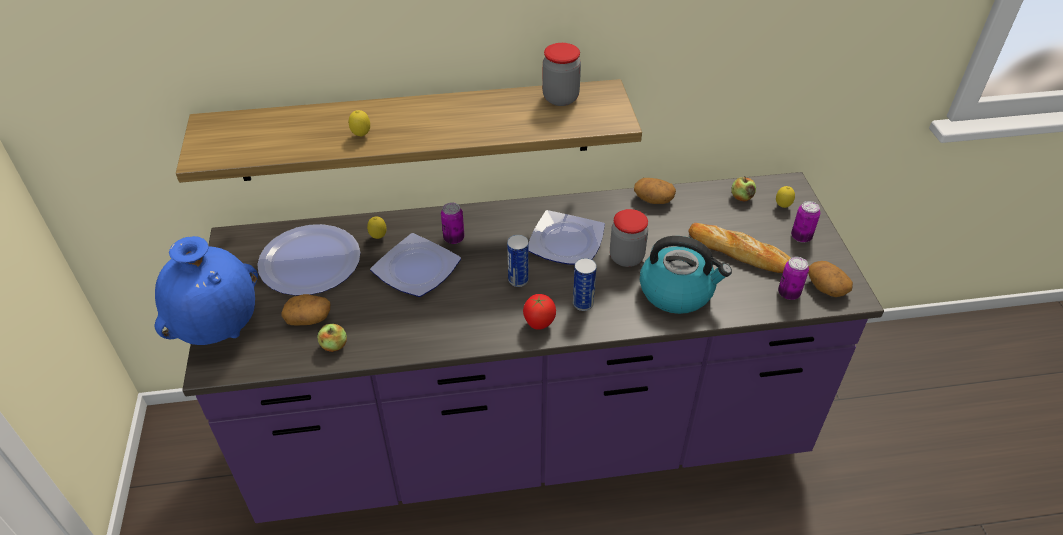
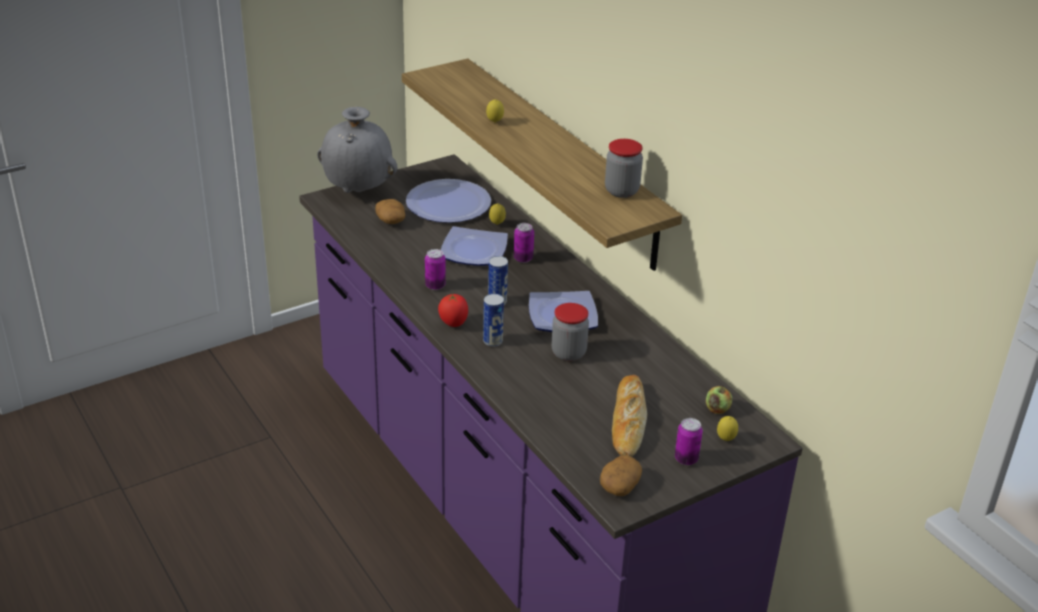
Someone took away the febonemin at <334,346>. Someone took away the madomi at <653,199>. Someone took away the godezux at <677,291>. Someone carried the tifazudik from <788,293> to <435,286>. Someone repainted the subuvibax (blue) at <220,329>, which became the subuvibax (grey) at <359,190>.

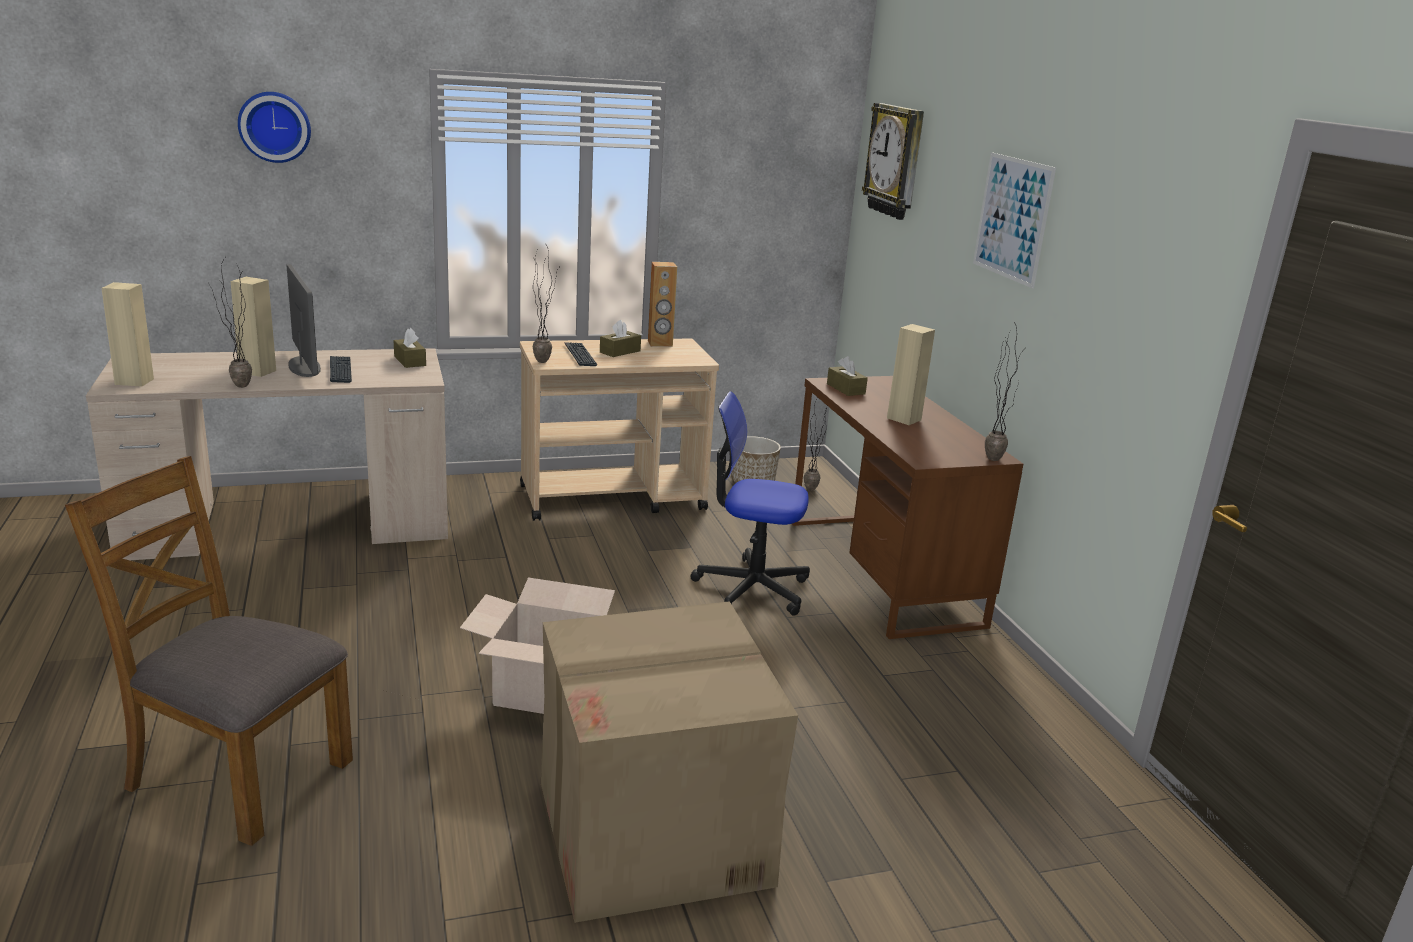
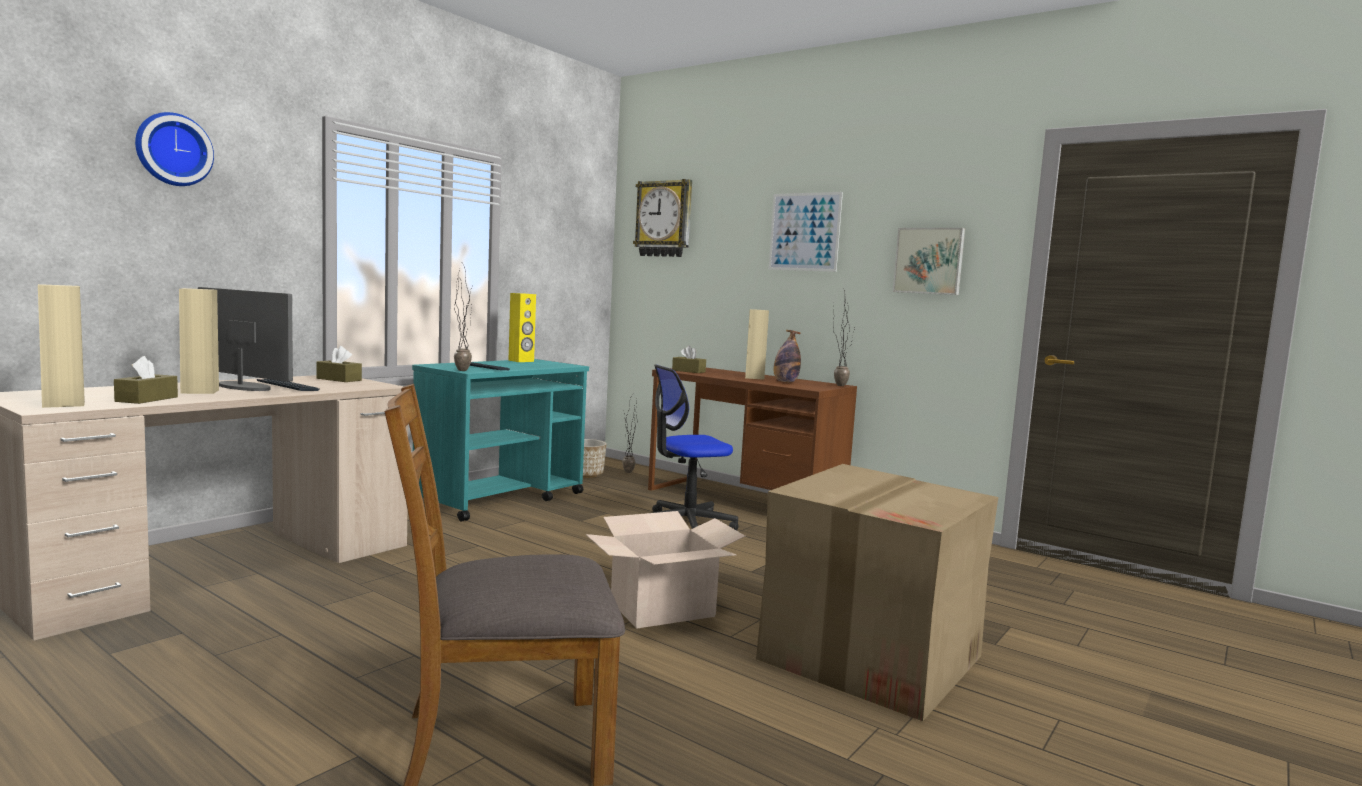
Someone took away the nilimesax at <236,388>. Someone put down the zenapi at <785,382>. Someone put up the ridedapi at <929,261>. Someone carried the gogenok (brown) from <620,351> to <147,399>. Someone repainted the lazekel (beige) at <614,498>, which became the lazekel (turquoise) at <501,498>. Someone repainted the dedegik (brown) at <660,343>, which became the dedegik (yellow) at <521,361>.

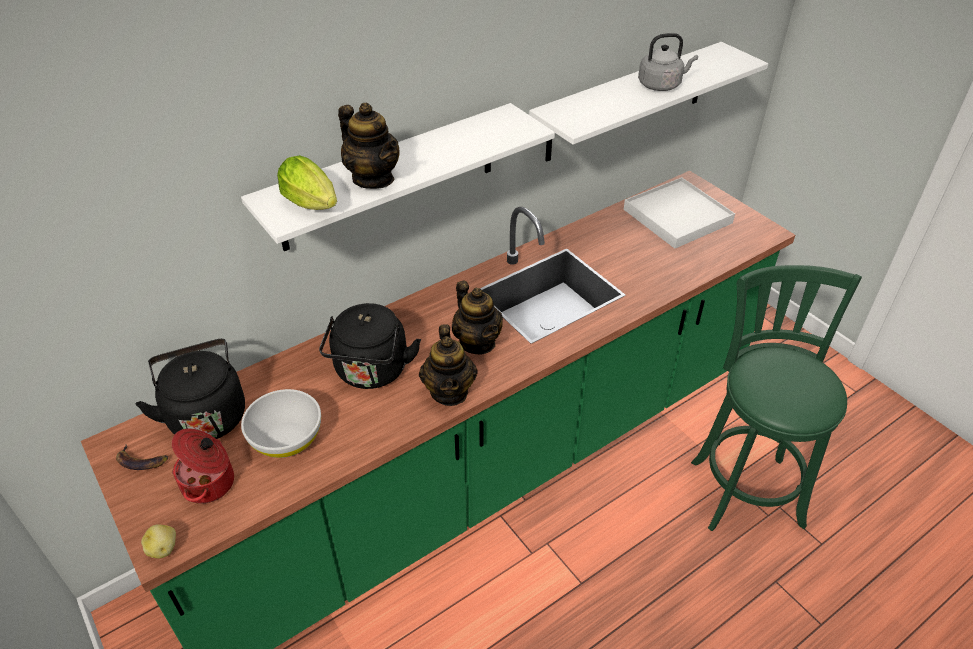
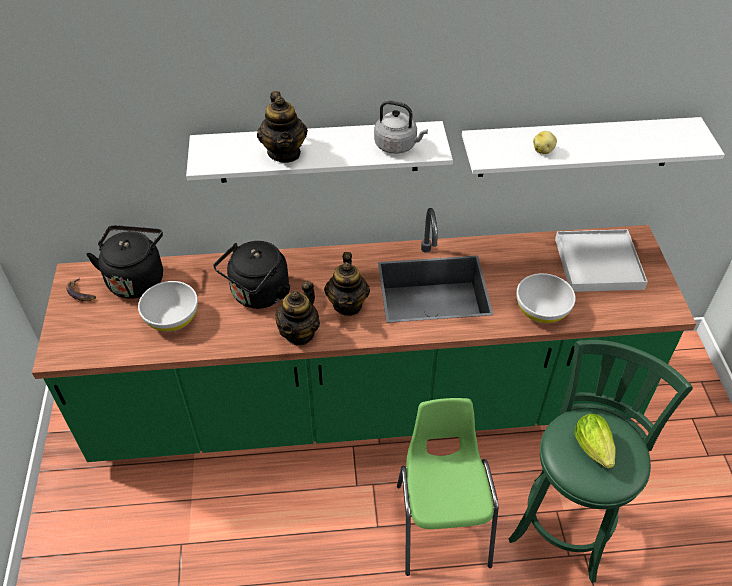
Someone took away the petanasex at <210,483>. Someone put down the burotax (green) at <441,524>. Someone put down the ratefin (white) at <541,310>. Someone carried the madomi from <163,548> to <543,150>. Someone carried the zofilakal from <313,205> to <594,451>. Someone carried the godezux (grey) from <661,85> to <397,146>.

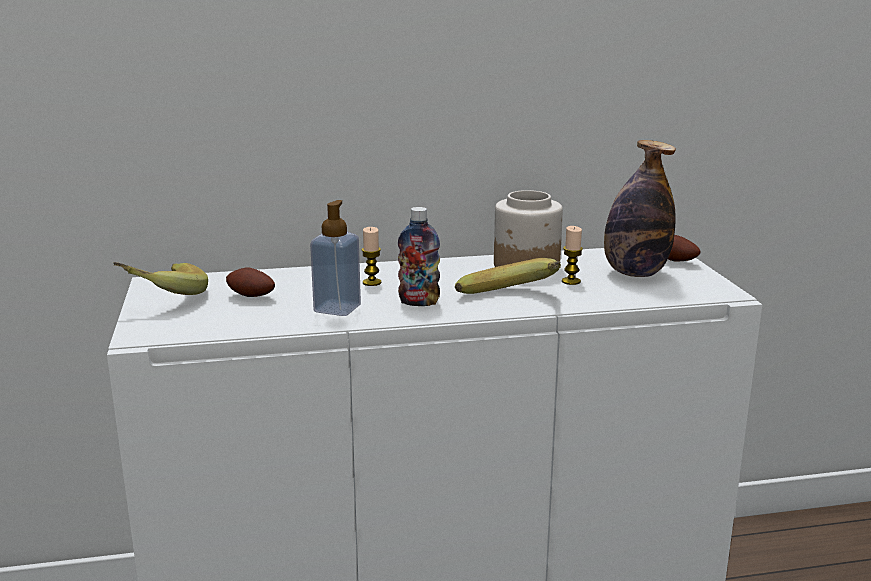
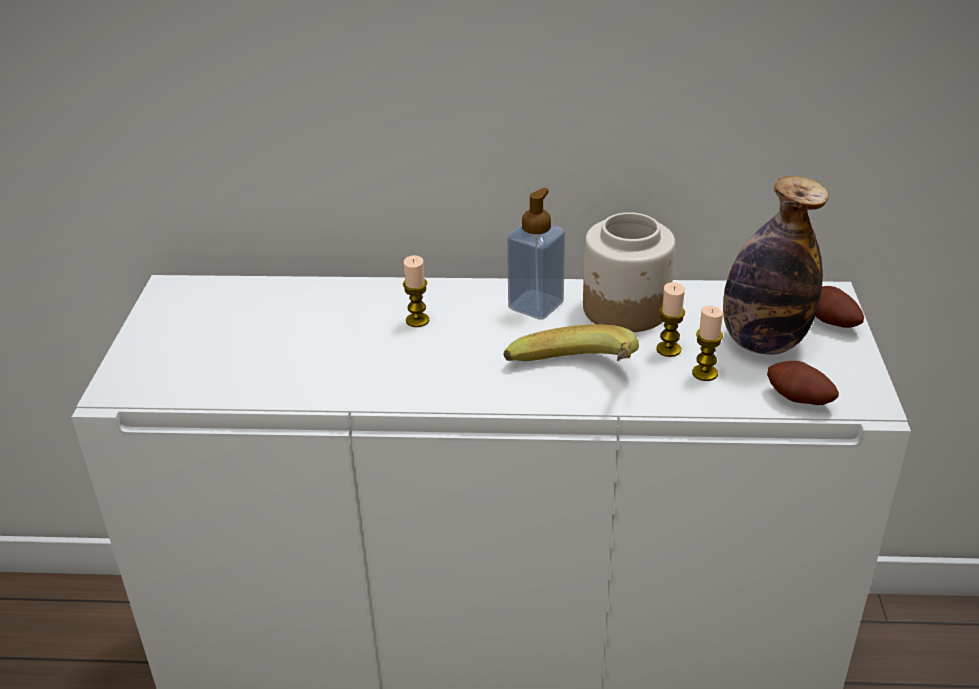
Someone took away the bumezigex at <162,297>. Someone took away the zenapi at <419,302>. Someone put down the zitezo at <705,373>. Someone carried the madomi from <250,297> to <798,400>. Someone carried the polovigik from <337,308> to <536,305>.

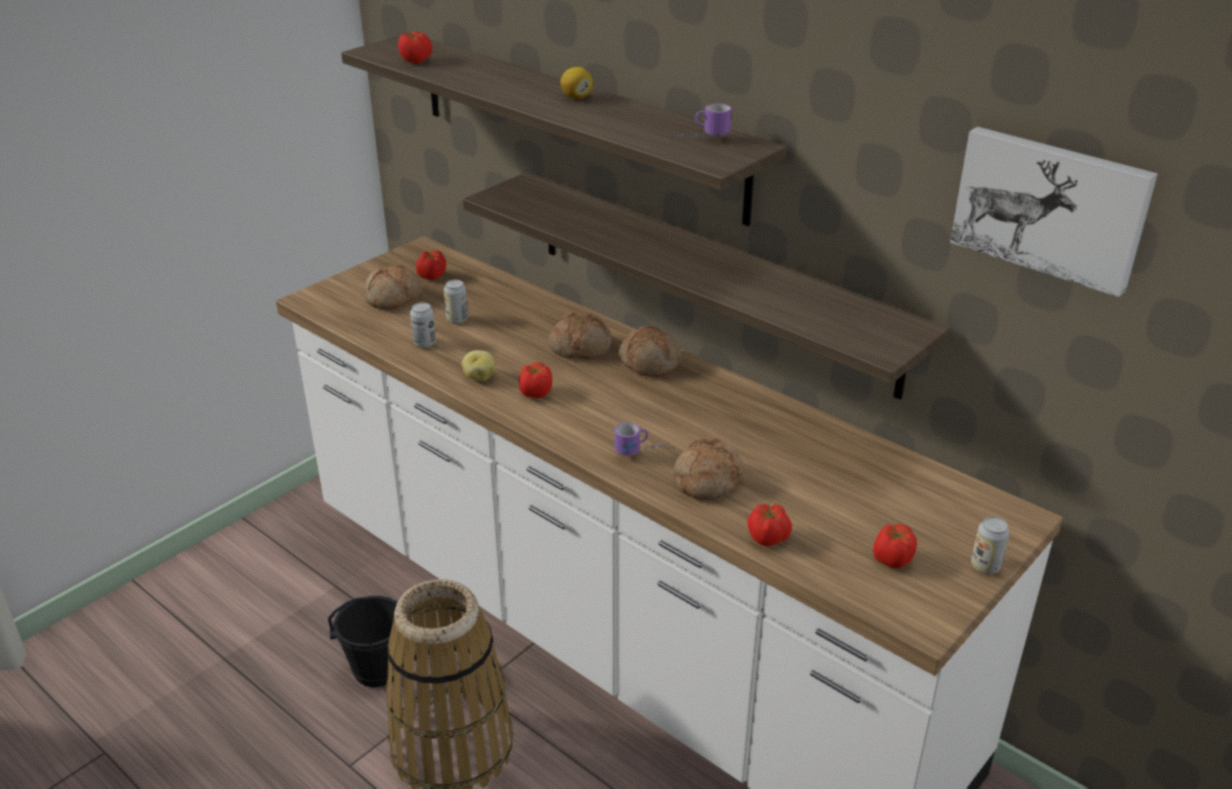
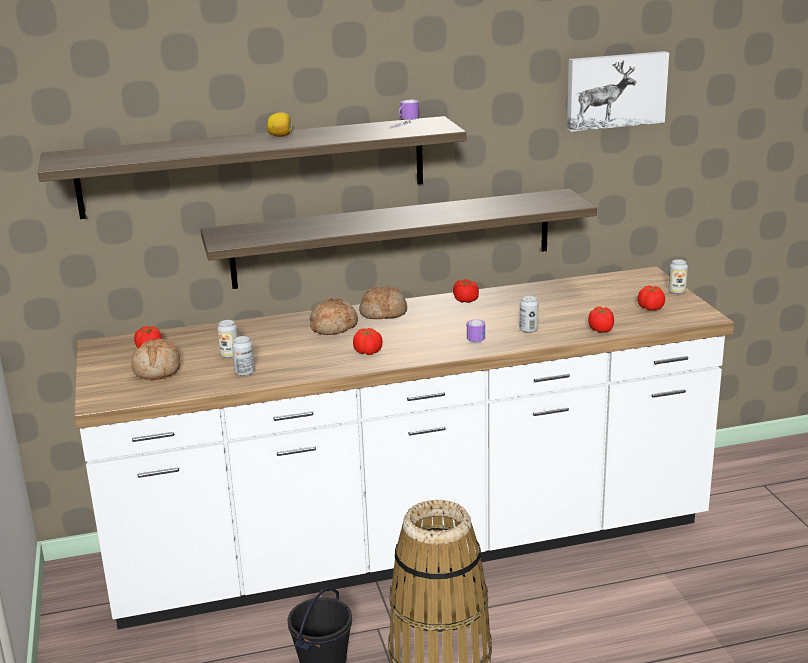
Someone took away the madomi at <479,377>. Someone carried the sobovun from <416,61> to <466,301>. Someone swapped the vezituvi at <707,479> for the tifazudik at <528,330>.

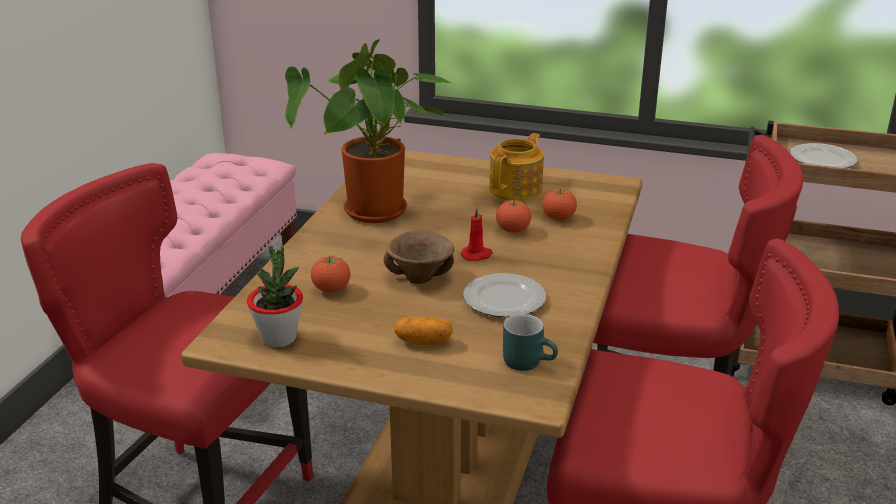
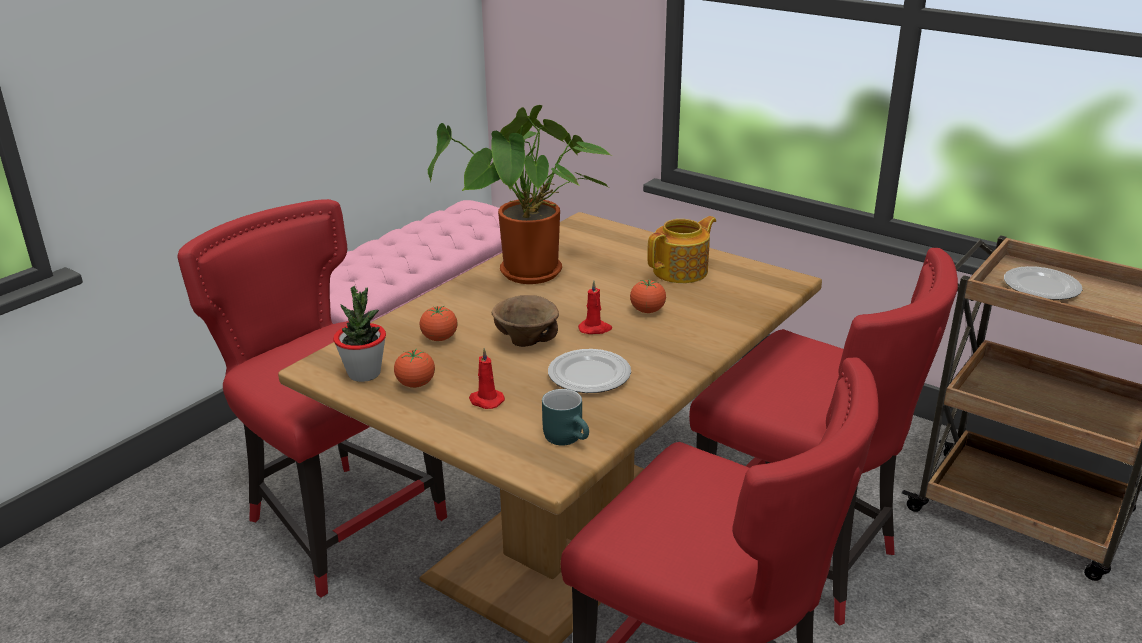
Someone carried the sobovun from <558,218> to <416,384>. Someone swapped the madomi at <423,342> for the zitezo (red) at <485,400>.

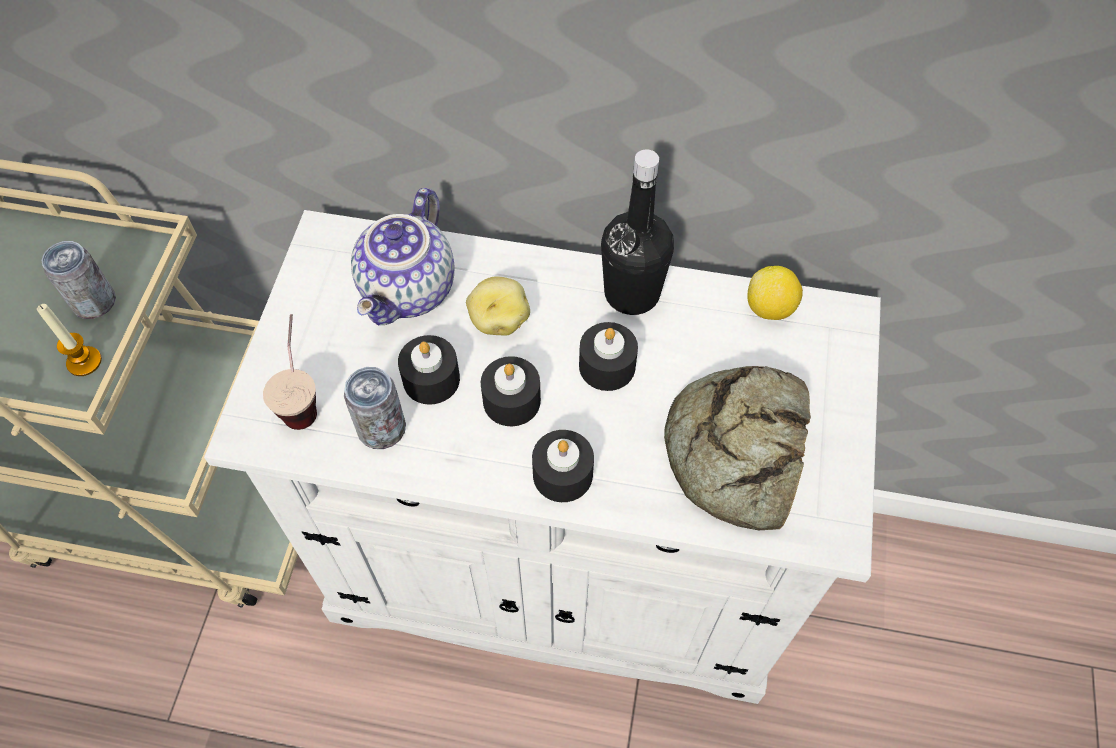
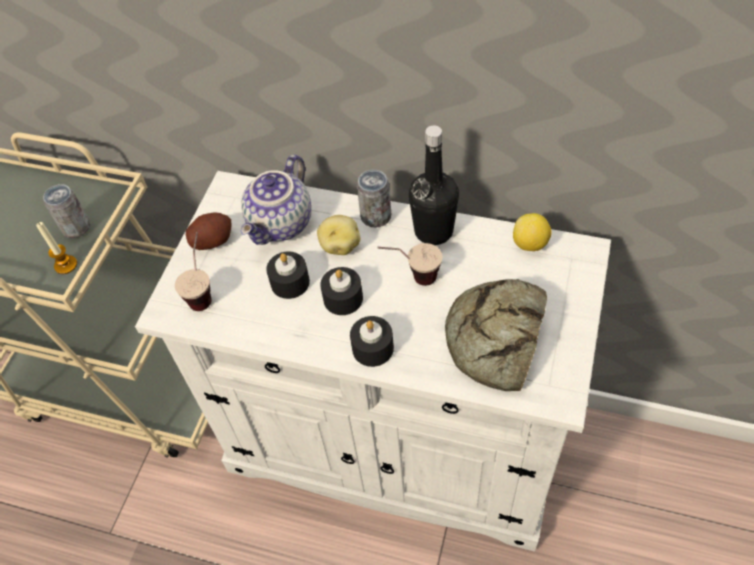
Someone put down the madomi at <212,240>. Someone carried the tifazudik from <381,428> to <376,216>. Someone swapped the zitezo (black) at <607,366> for the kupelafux at <411,278>.

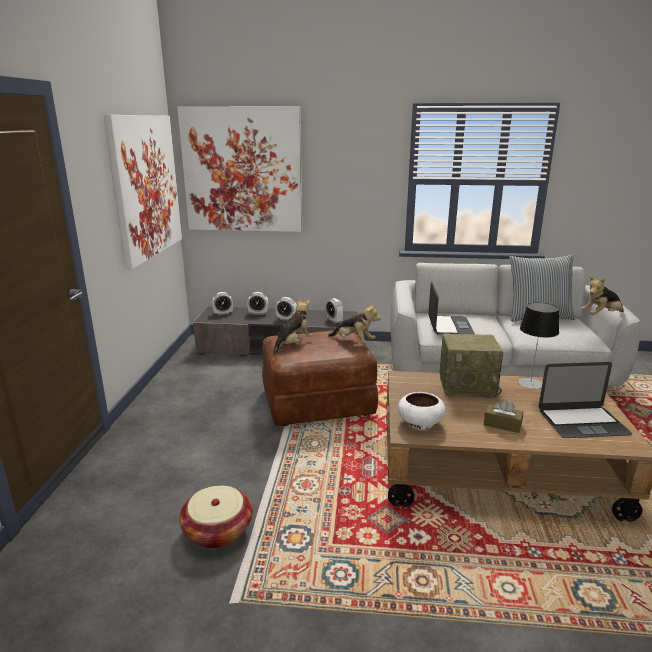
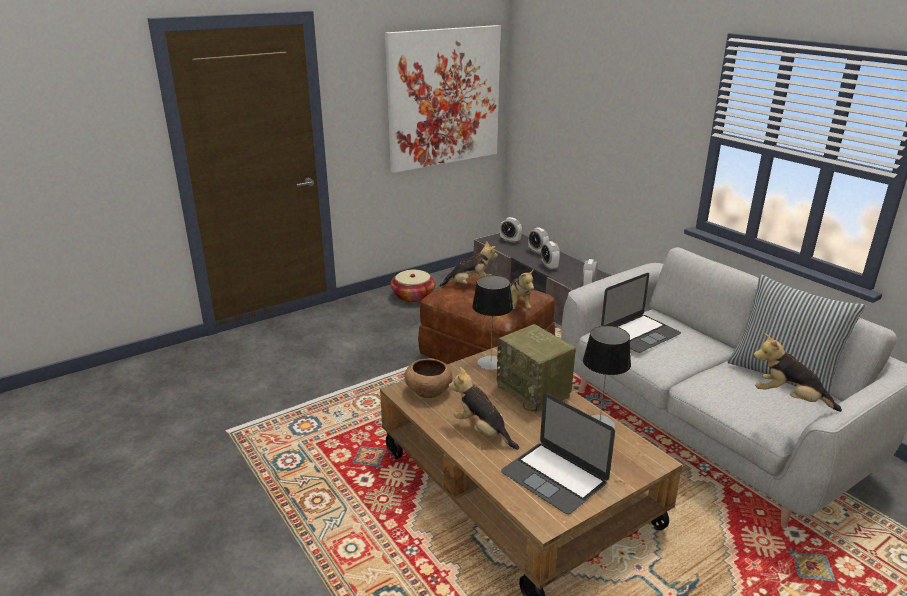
Someone took away the ridedapi at <242,170>. Someone put down the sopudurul at <491,363>. Someone carried the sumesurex from <218,531> to <413,296>. Someone swapped the gogenok (brown) at <502,424> for the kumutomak at <482,431>. Someone repainted the ratefin (white) at <419,423>, which became the ratefin (brown) at <428,390>.

